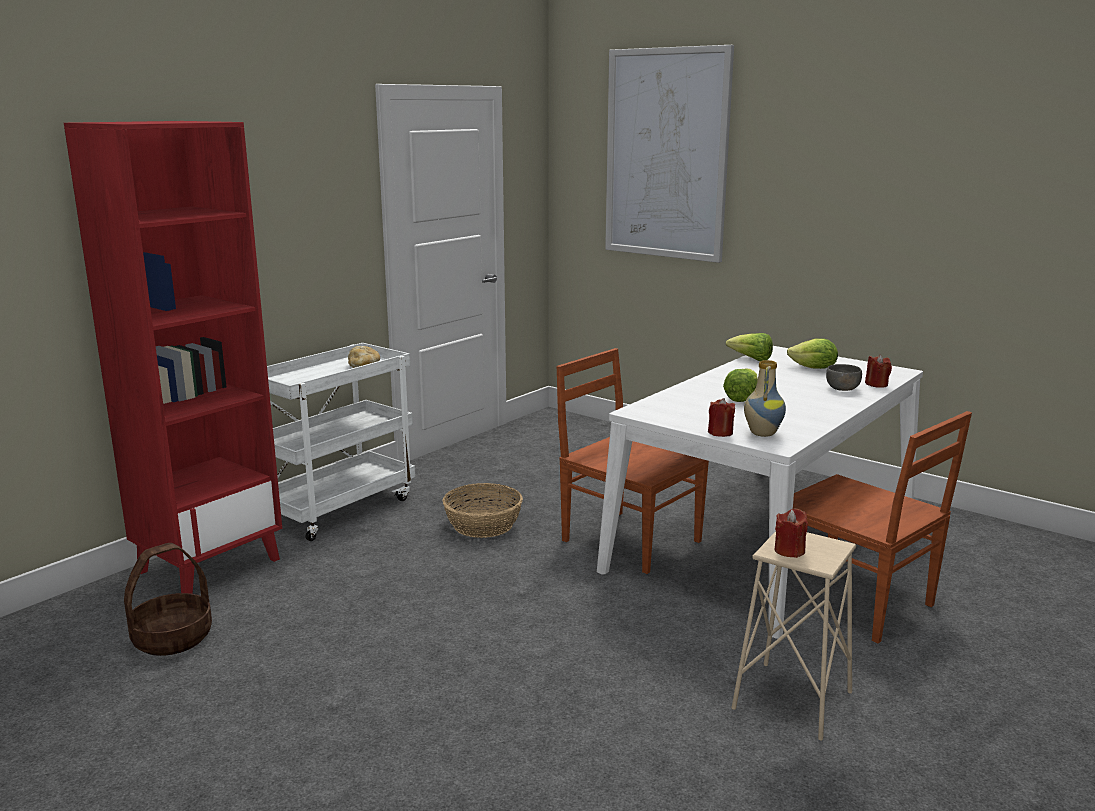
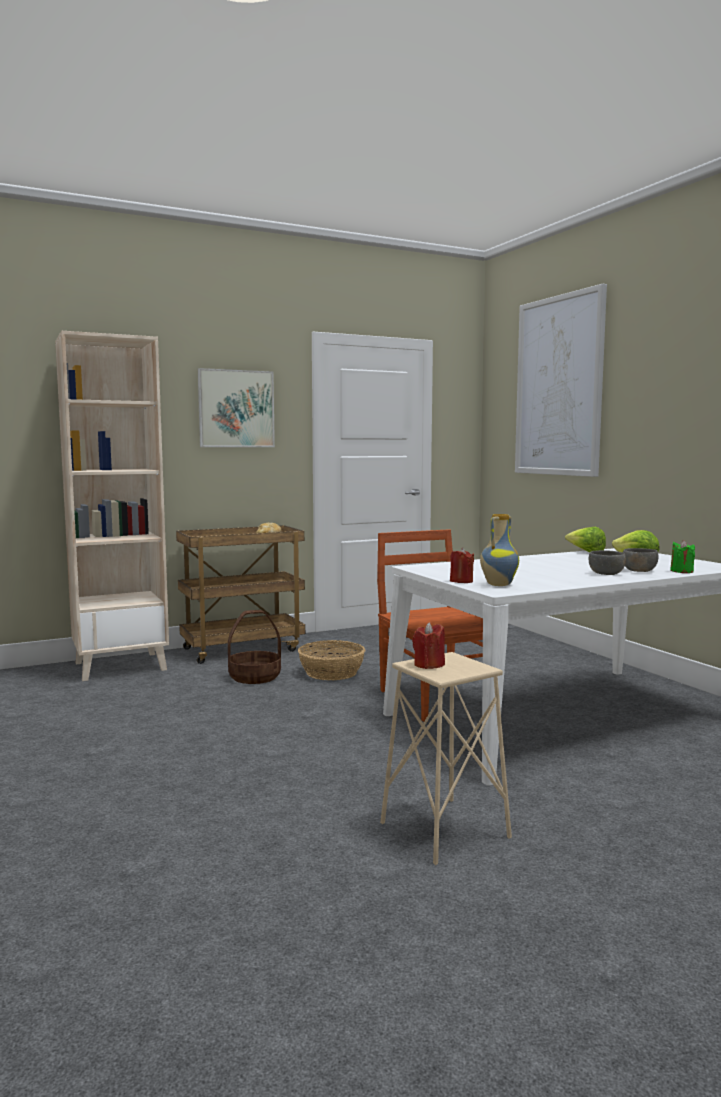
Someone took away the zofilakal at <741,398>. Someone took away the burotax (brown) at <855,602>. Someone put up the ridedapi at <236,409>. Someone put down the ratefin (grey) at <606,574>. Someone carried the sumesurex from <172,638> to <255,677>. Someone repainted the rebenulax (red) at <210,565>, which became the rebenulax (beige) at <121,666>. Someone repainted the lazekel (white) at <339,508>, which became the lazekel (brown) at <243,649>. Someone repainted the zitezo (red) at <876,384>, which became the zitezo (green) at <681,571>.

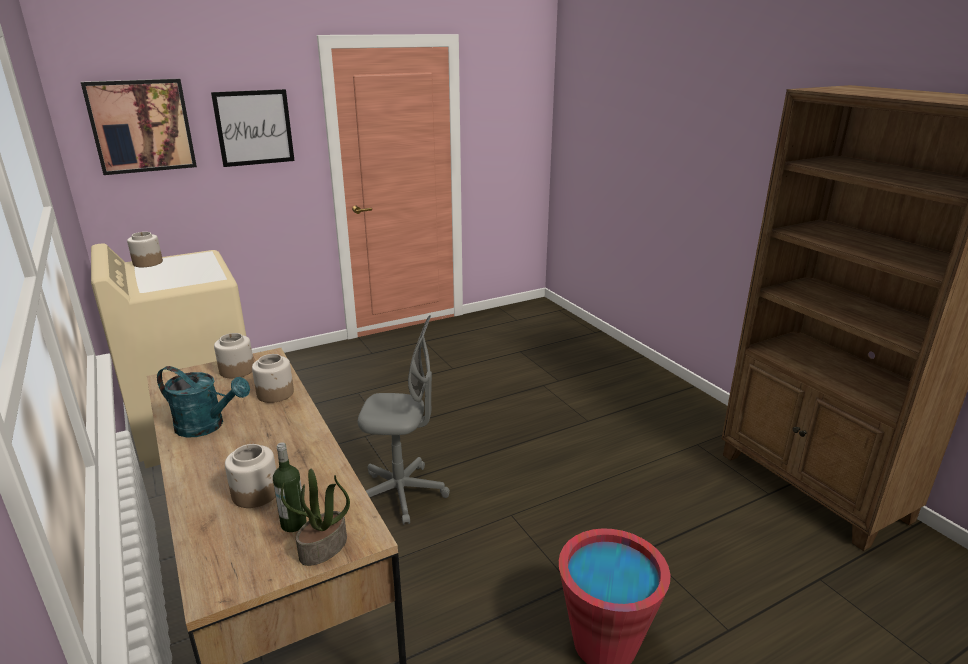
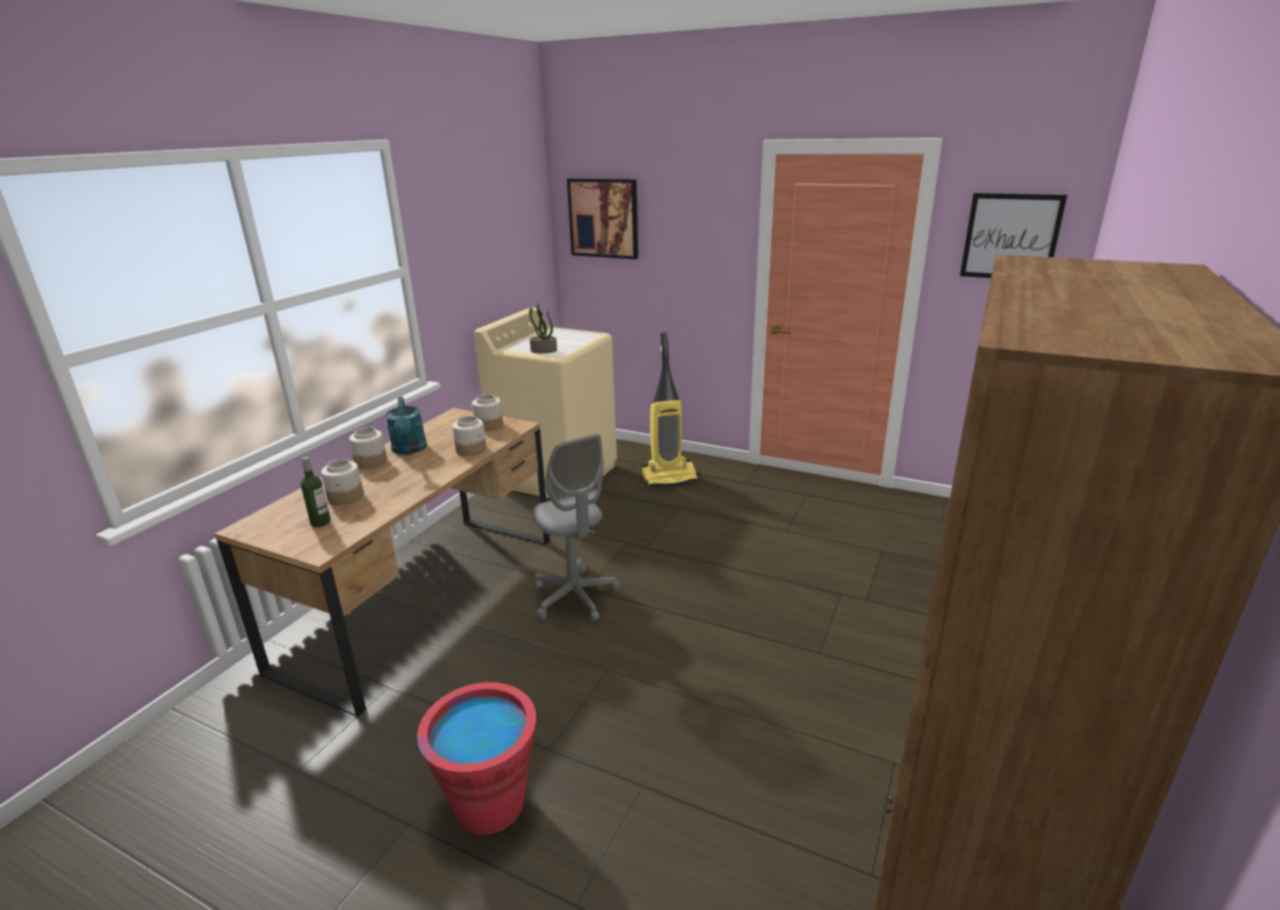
Someone put down the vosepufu at <669,477>. Someone carried the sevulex from <148,263> to <371,462>. Someone carried the ridedapi from <254,128> to <1011,237>. Someone carried the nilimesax from <323,549> to <543,351>.

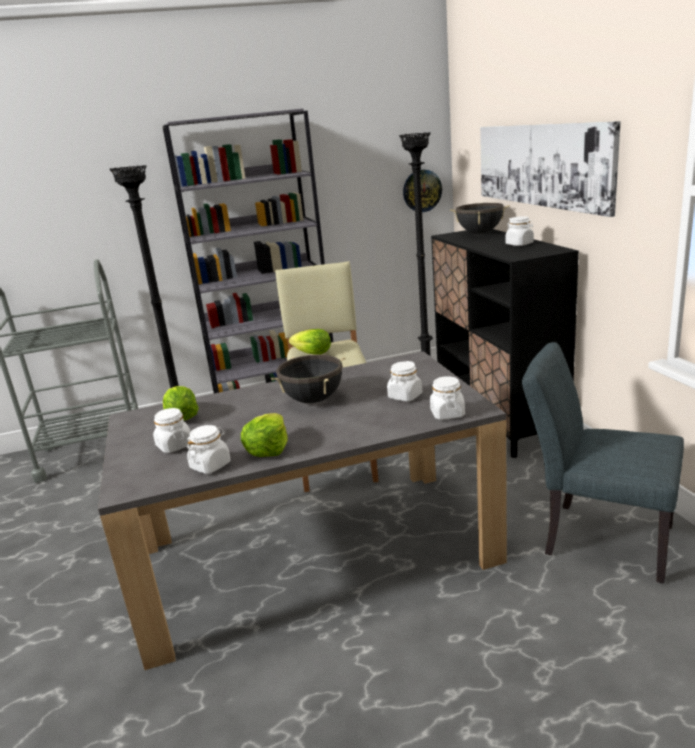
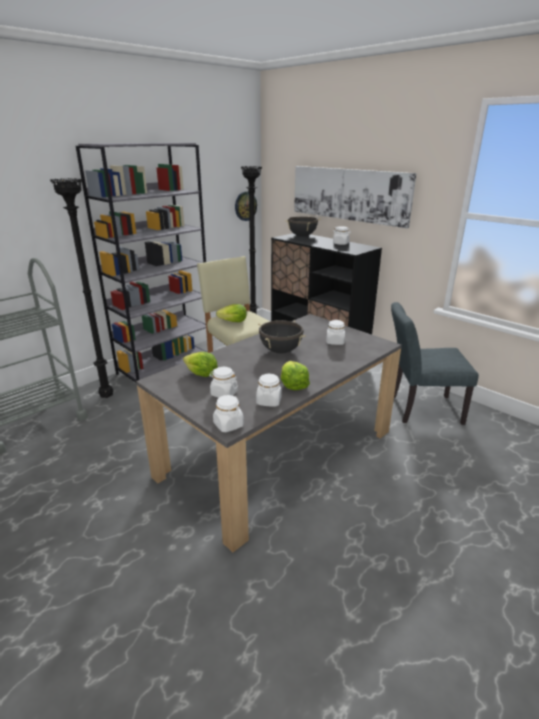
Someone carried the sevulex (white) from <447,414> to <228,425>.

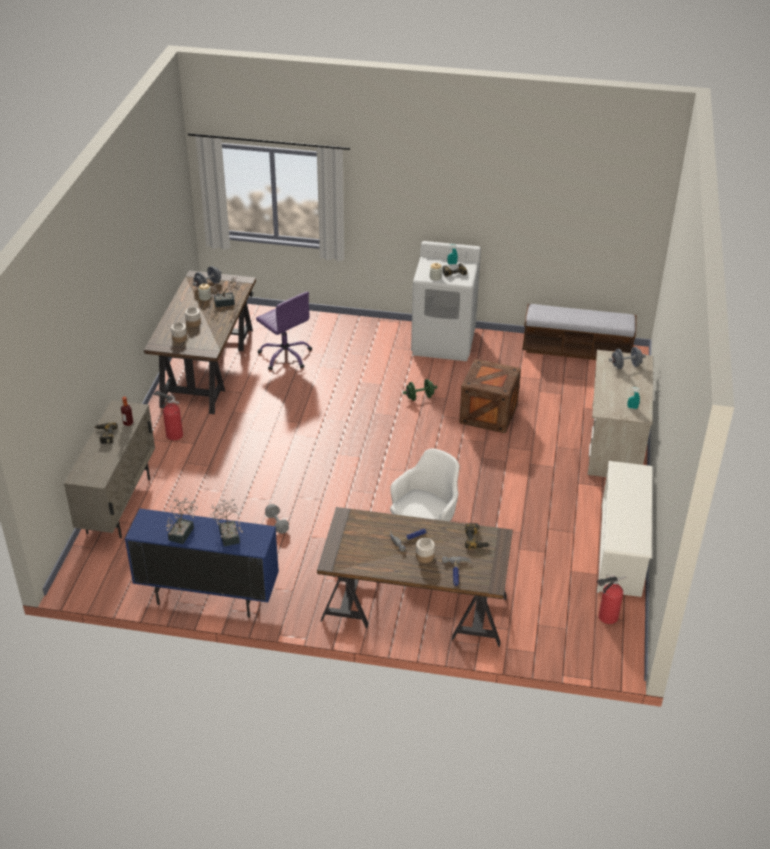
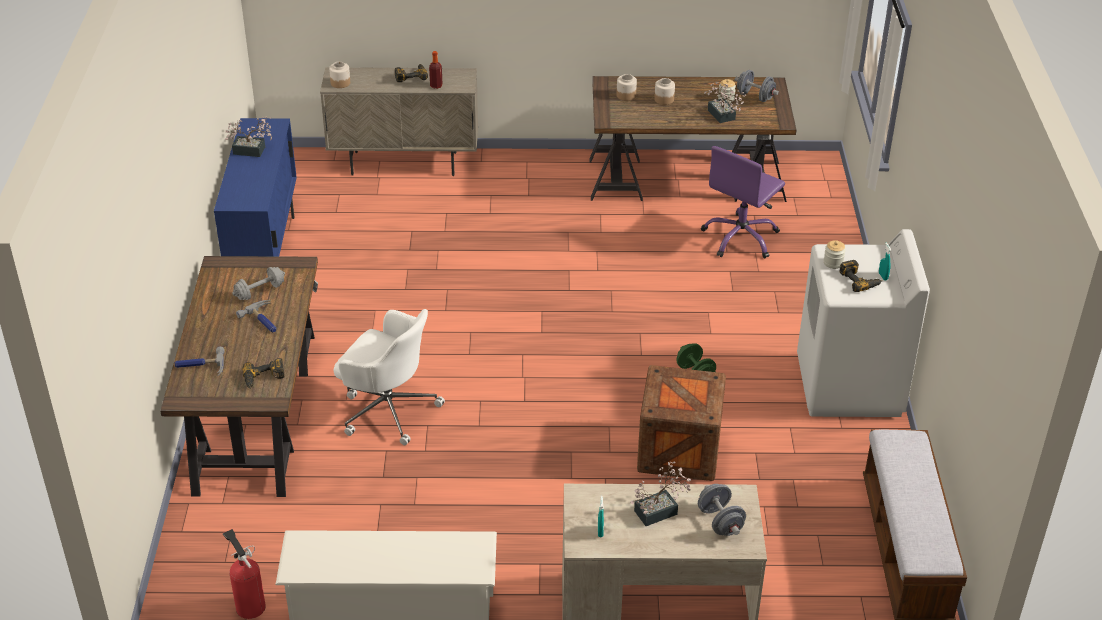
Someone took away the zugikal at <173,434>. Someone carried the nilimesax from <229,534> to <660,511>. Someone carried the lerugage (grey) from <277,524> to <260,291>. Someone carried the sevulex from <424,556> to <340,83>.

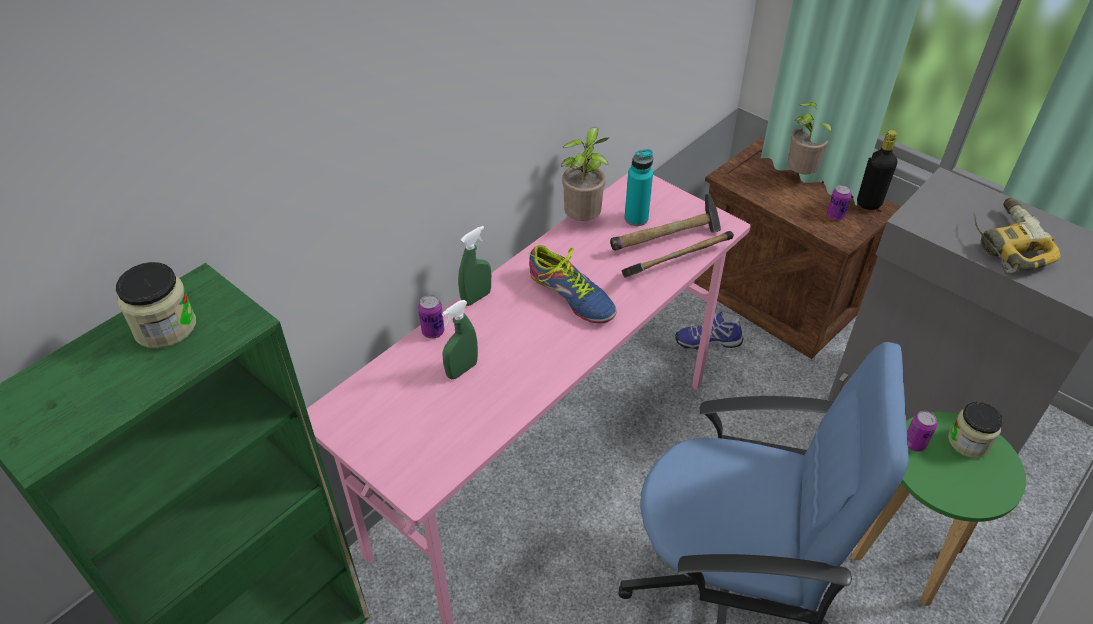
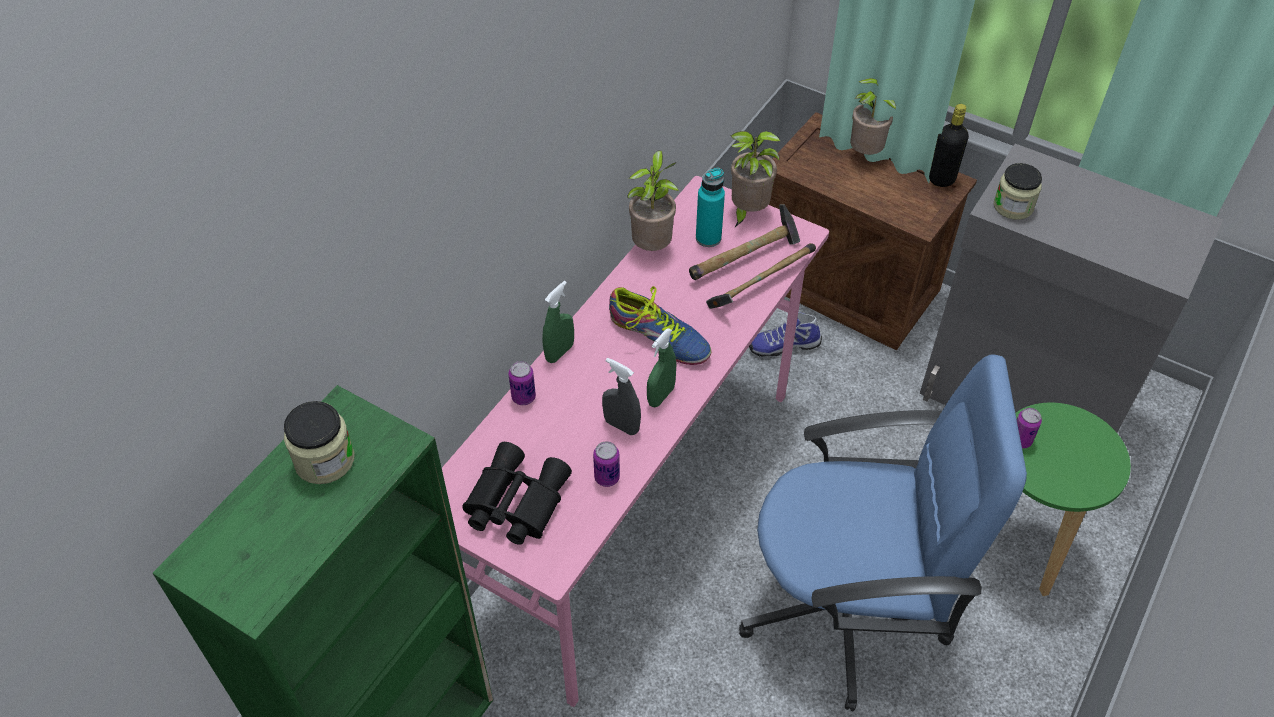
Someone took away the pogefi at <1005,243>. Someone put down the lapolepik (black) at <514,502>. Someone put down the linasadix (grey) at <621,426>. Someone put down the nilimesax at <747,212>. Someone carried the linasadix (green) from <462,370> to <661,396>. Someone carried the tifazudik from <835,216> to <607,477>. Someone carried the sevulex from <968,442> to <1013,206>.

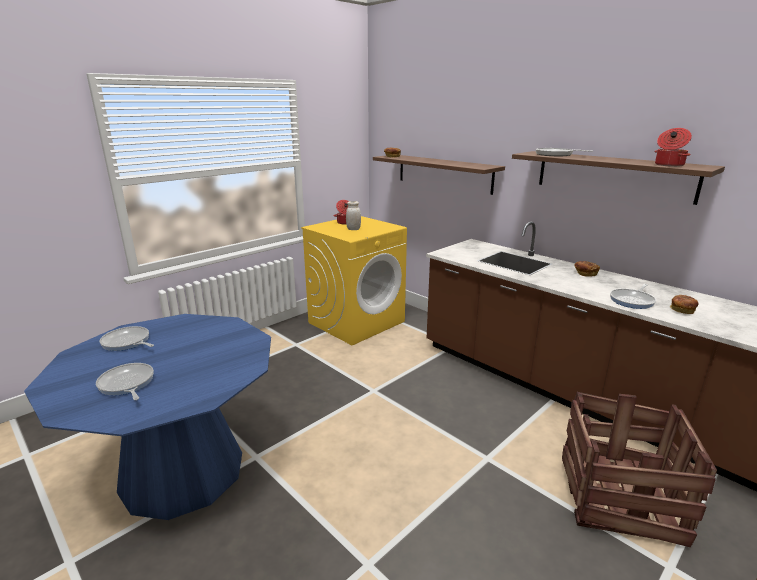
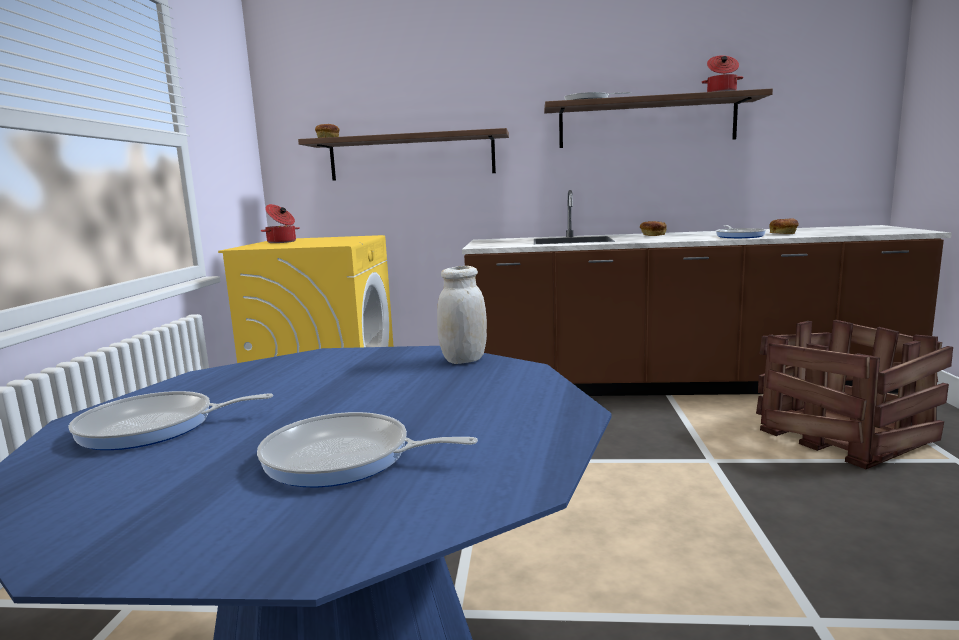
Someone carried the sevulex (white) from <353,229> to <464,360>.

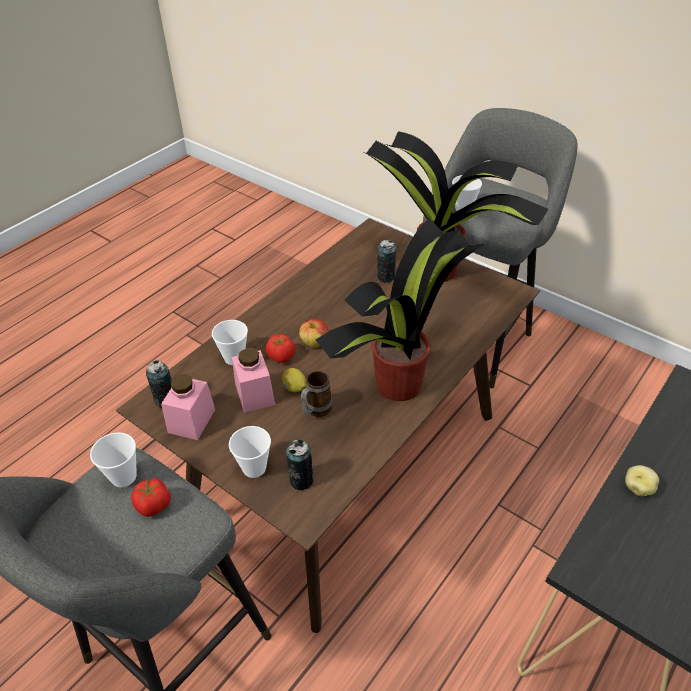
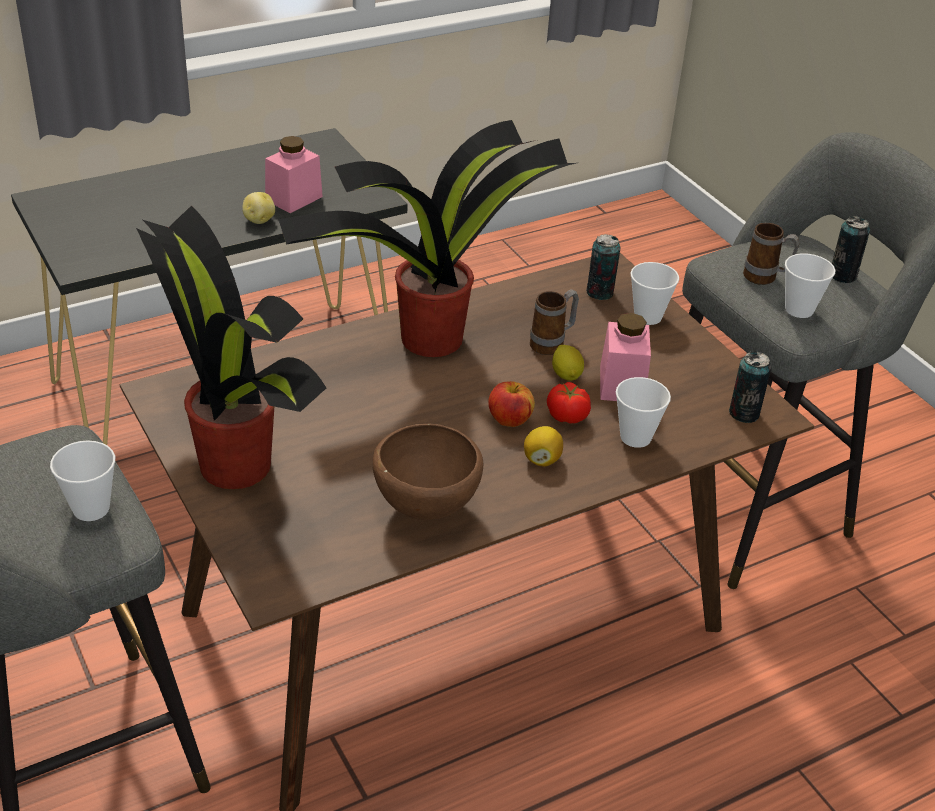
Someone put down the ratefin (brown) at <424,509>. Someone put down the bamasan at <542,459>. Someone carried the sevulex (pink) from <191,421> to <294,198>. Someone carried the tifazudik from <385,277> to <842,275>. Someone swapped the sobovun at <154,505> for the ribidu at <766,278>.

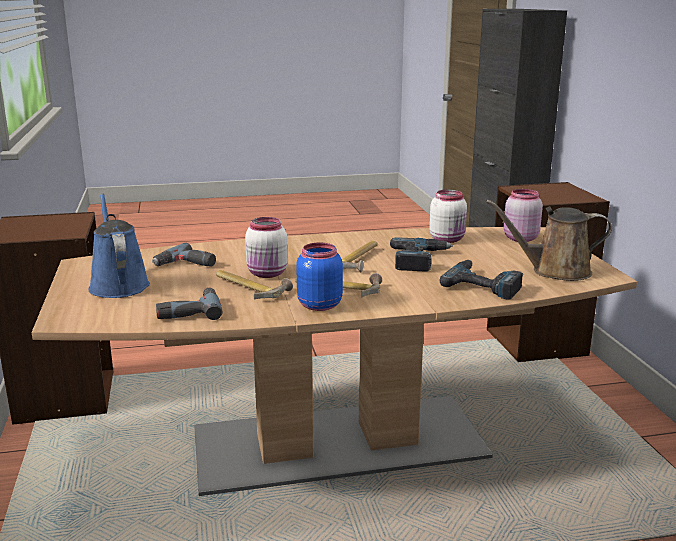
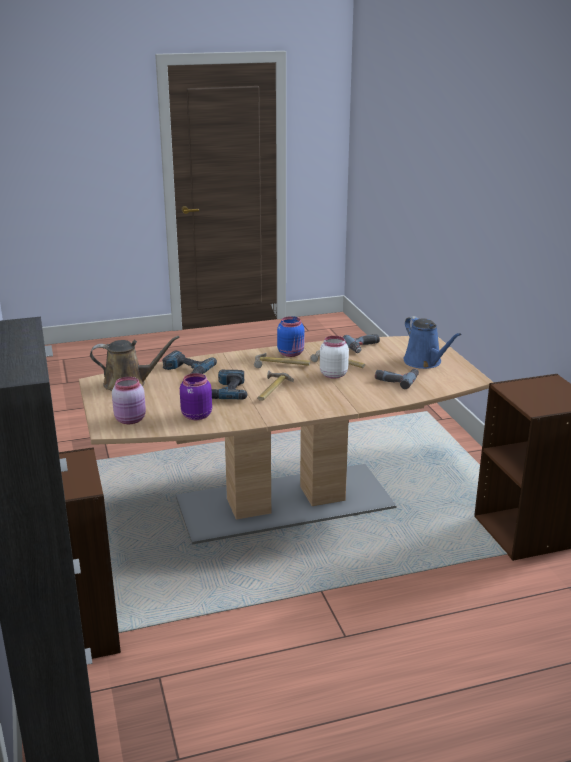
Someone repainted the sevulex (white) at <448,239>, which became the sevulex (purple) at <195,416>.

